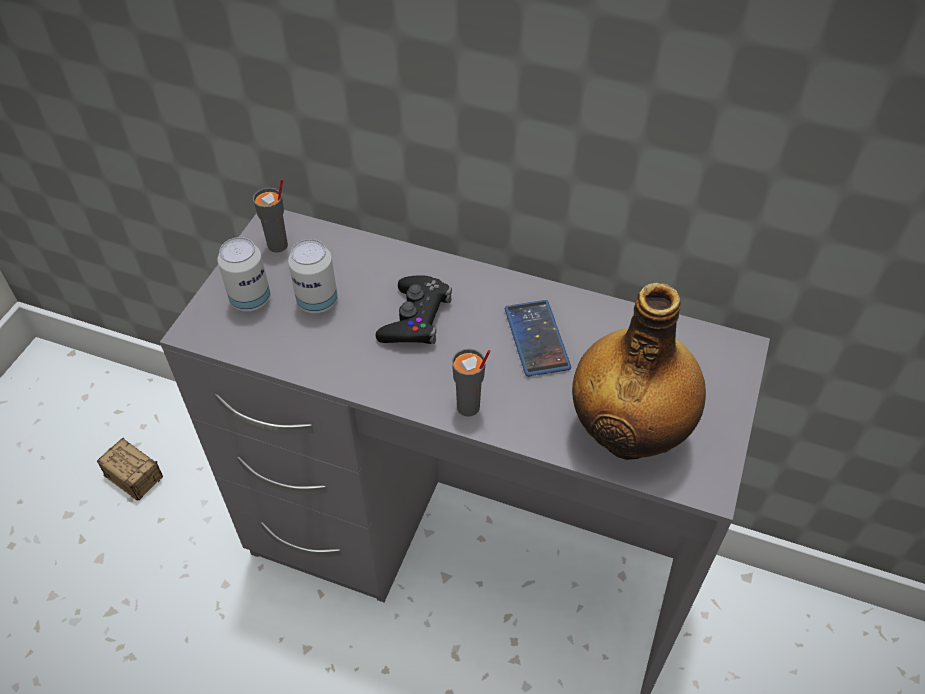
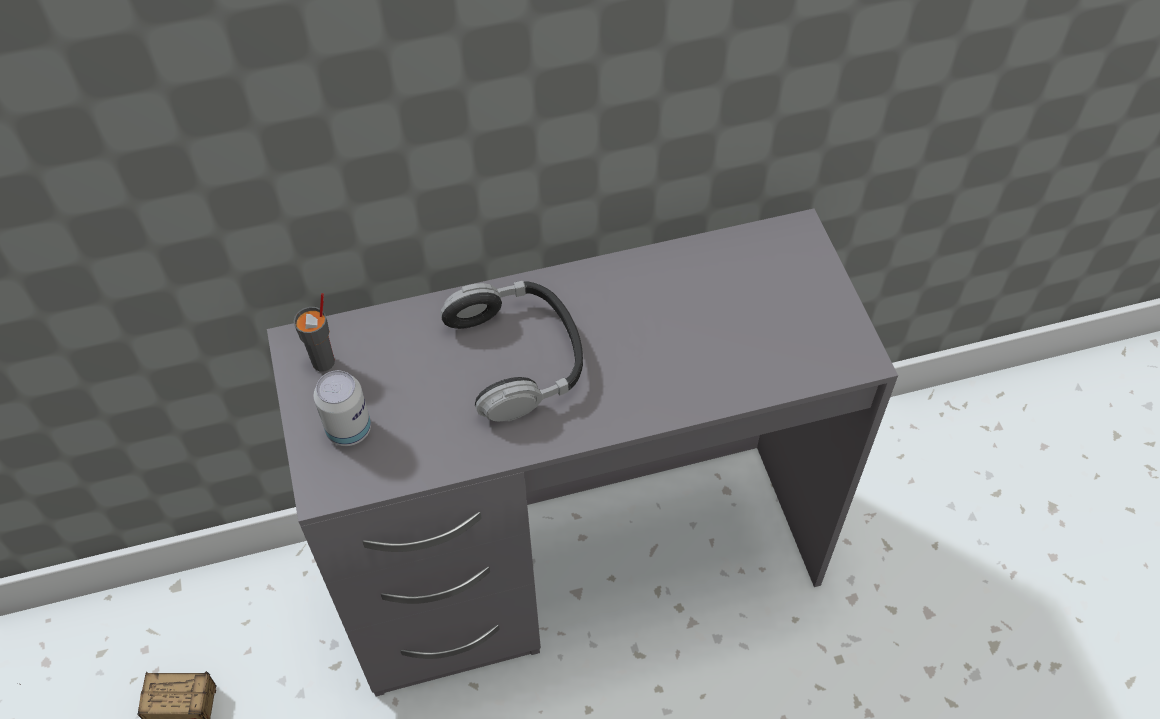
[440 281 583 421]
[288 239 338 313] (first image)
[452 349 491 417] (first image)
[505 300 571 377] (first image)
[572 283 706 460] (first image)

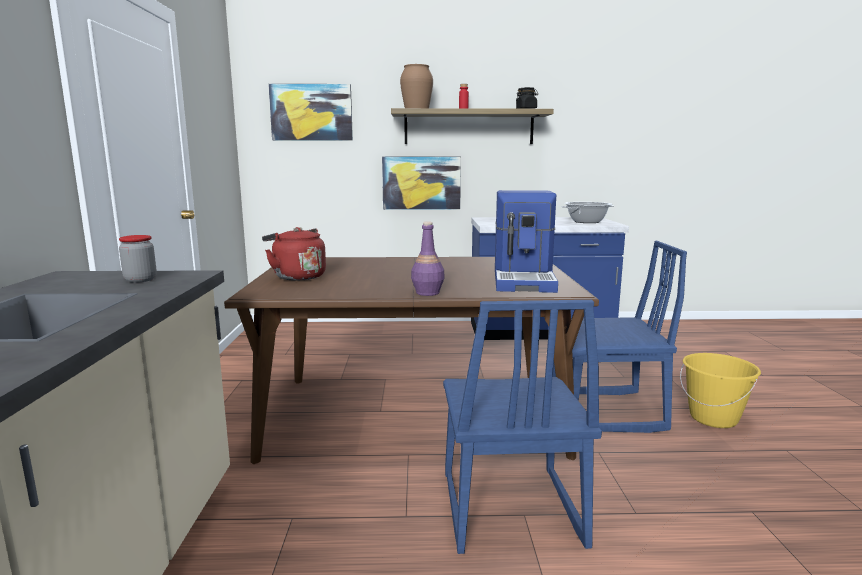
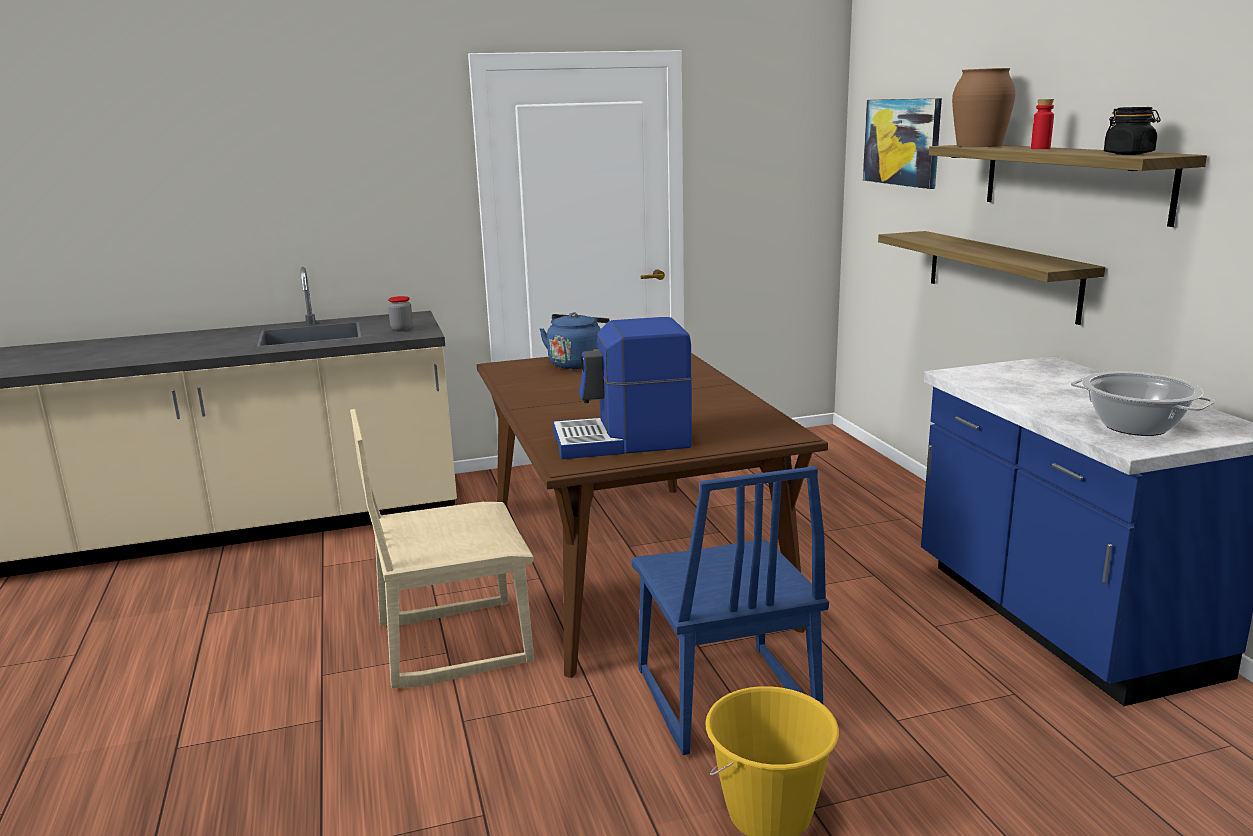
[350 409 534 688]
[539 312 609 369]
[878 231 1105 325]
[411 222 445 296] (first image)

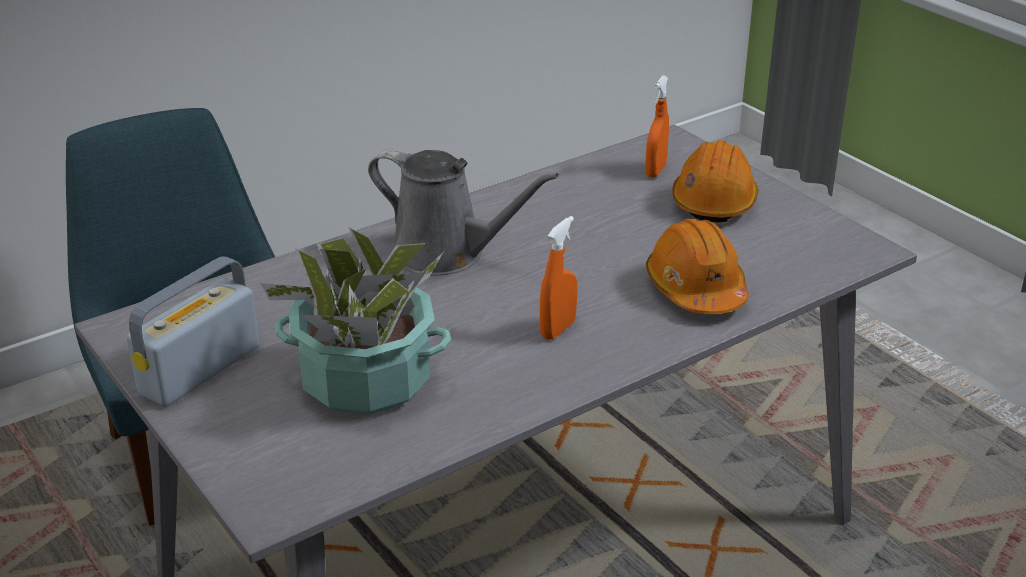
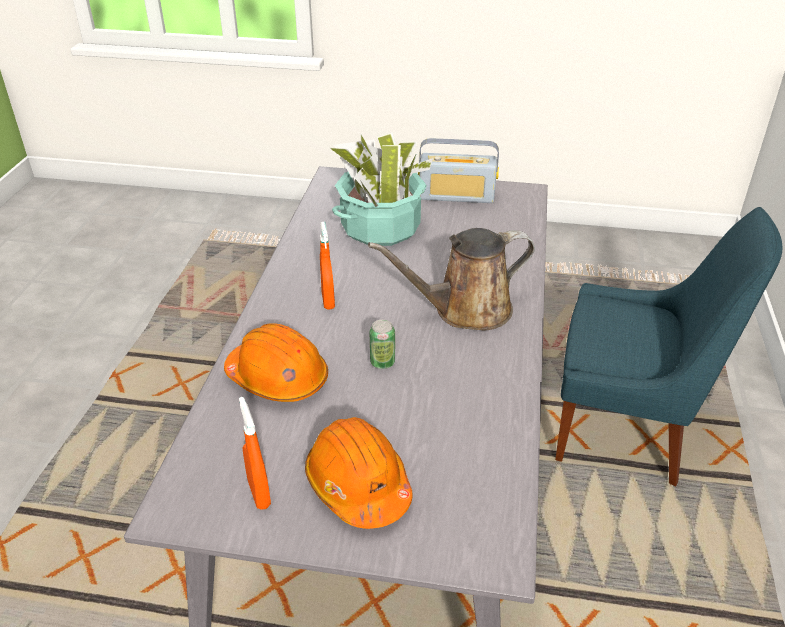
[239 397 271 510]
[368 228 535 331]
[370 320 395 369]
[418 138 499 203]

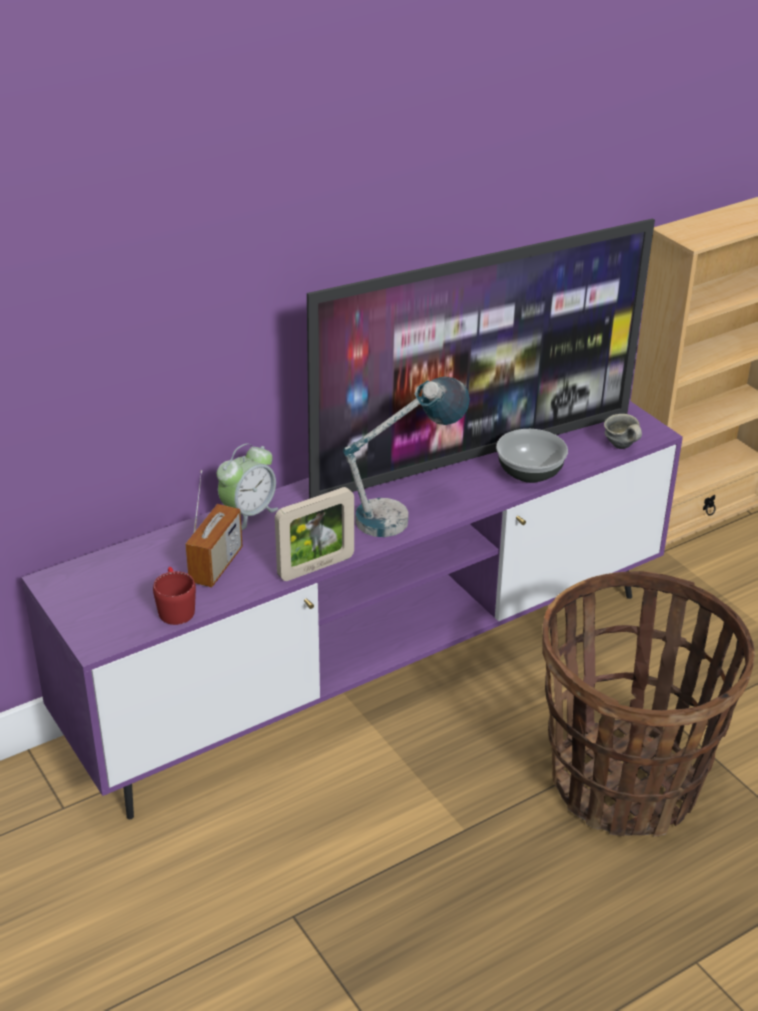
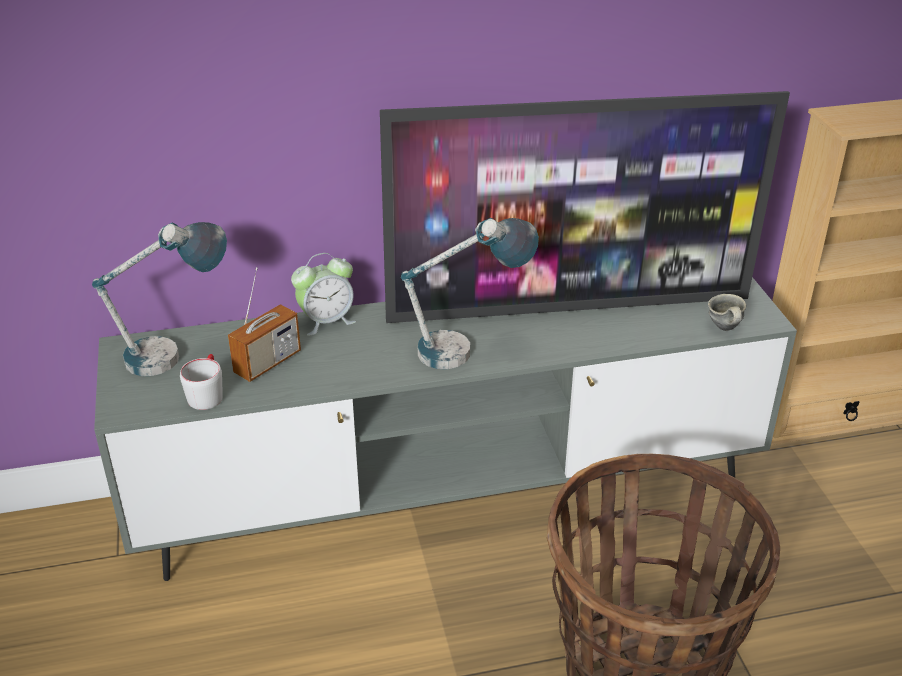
[92 222 227 376]
[94 277 797 581]
[180 354 223 410]
[275 487 354 581] (first image)
[496 429 568 483] (first image)

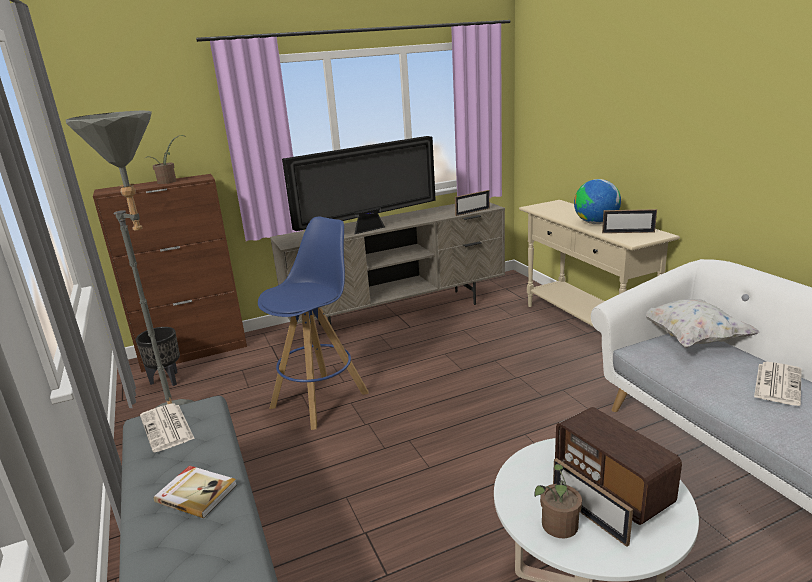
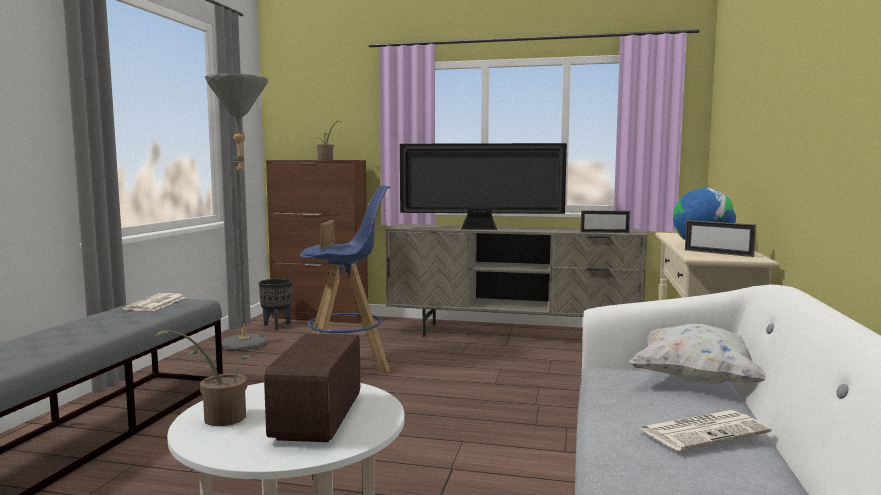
[320 220 335 250]
[154 465 237 518] (first image)

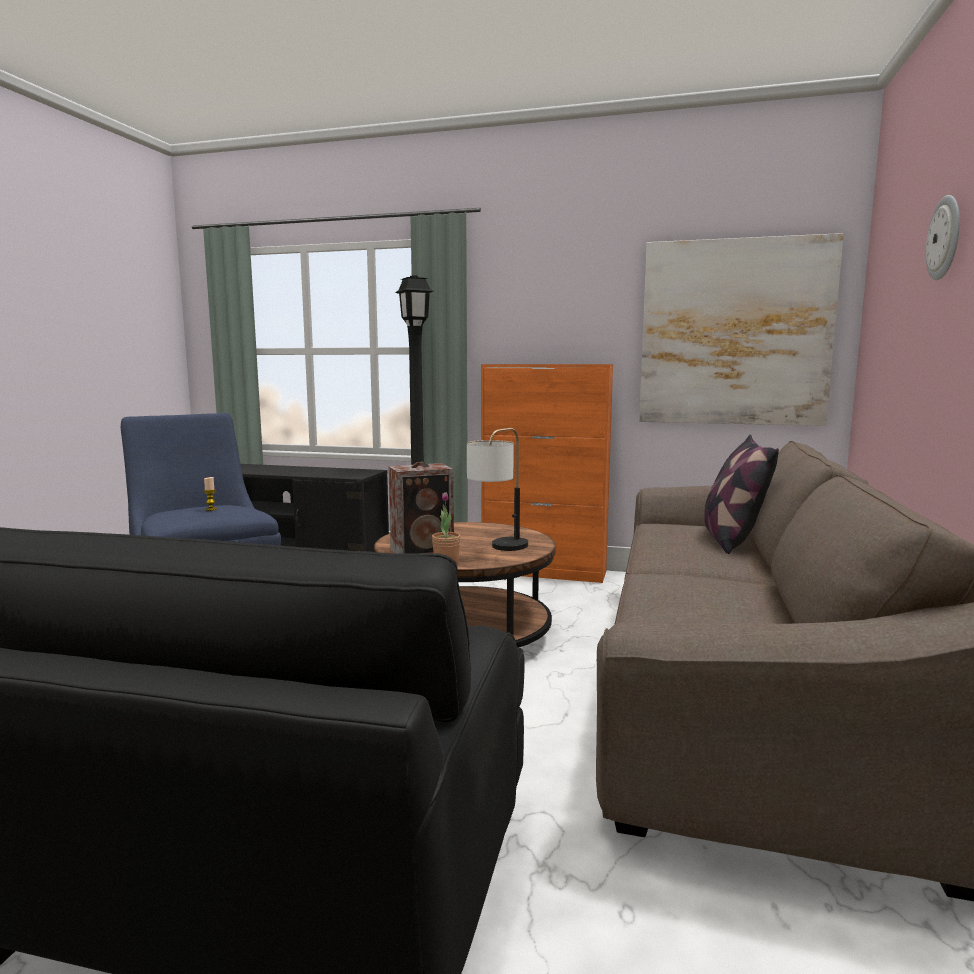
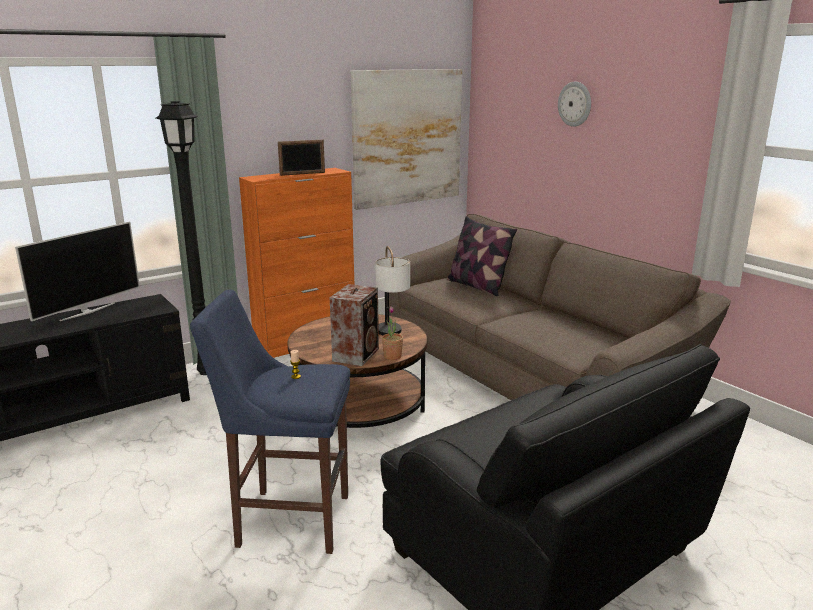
[15 221 140 321]
[278 140 325 176]

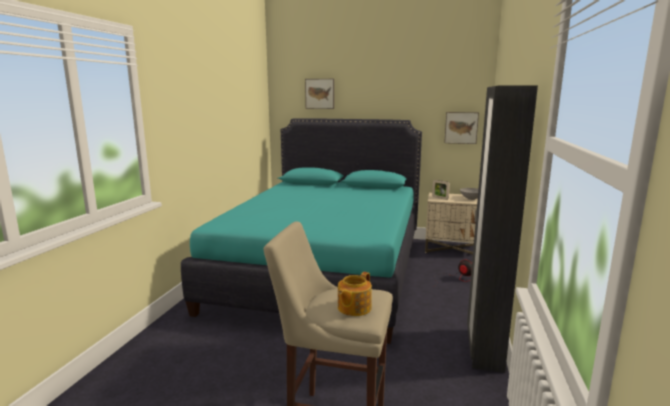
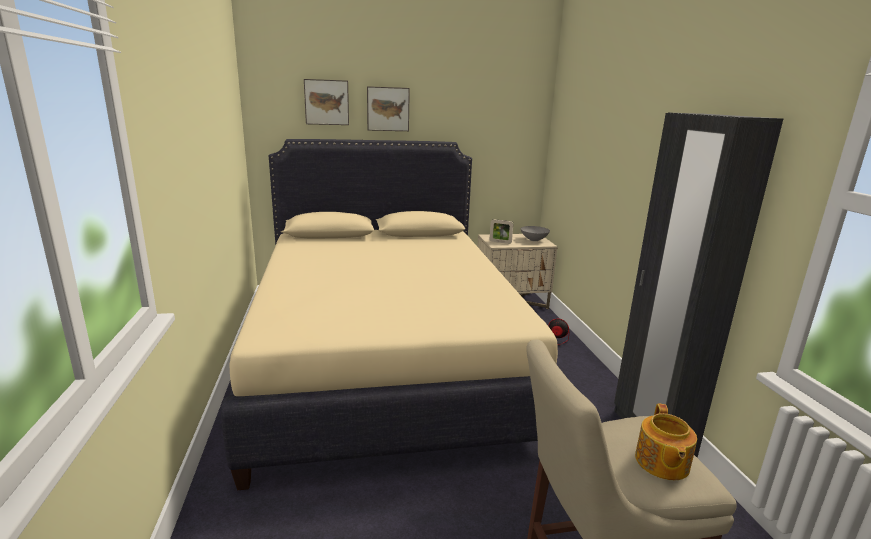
[221 139 558 491]
[367 86 410 131]

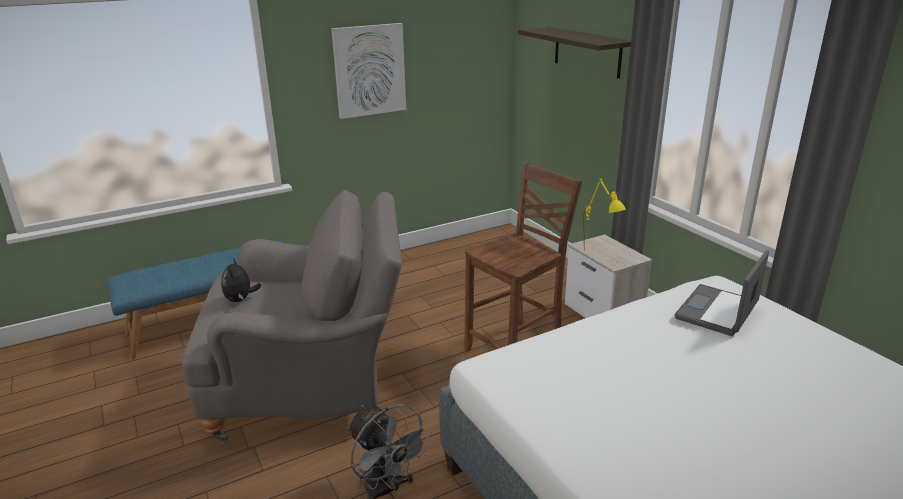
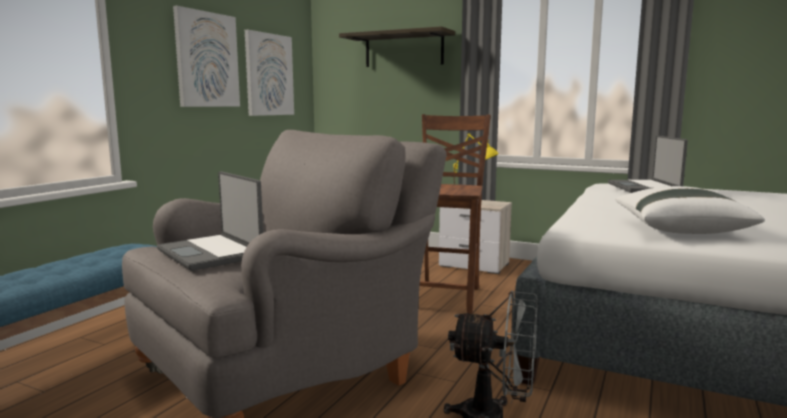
[157 171 263 271]
[245 30 294 116]
[615 186 765 234]

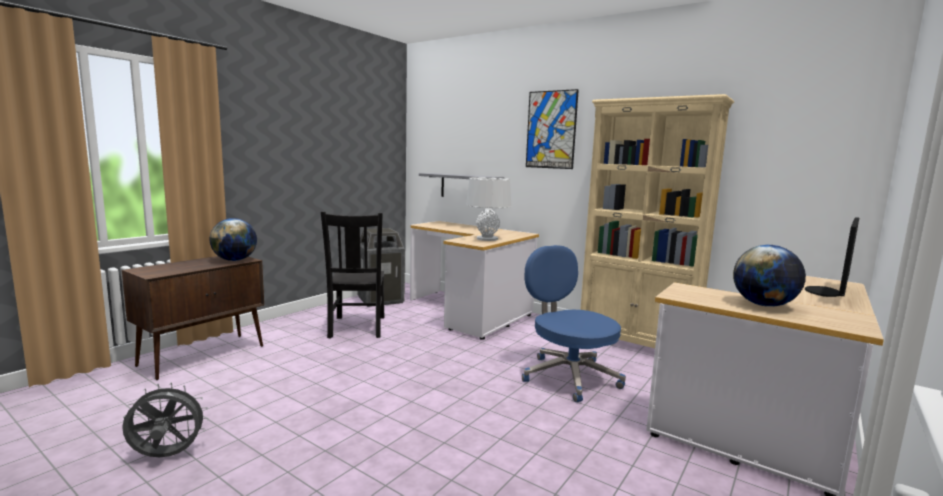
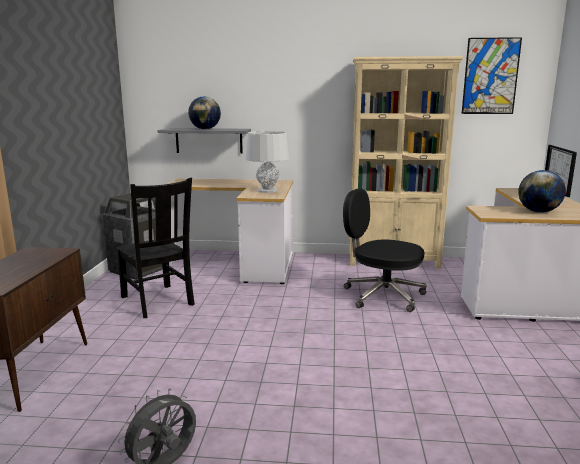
[188 97 221 129]
[343 189 426 312]
[462 37 522 114]

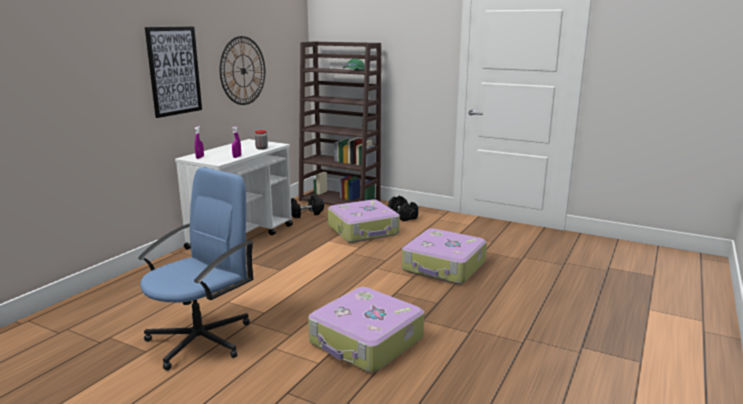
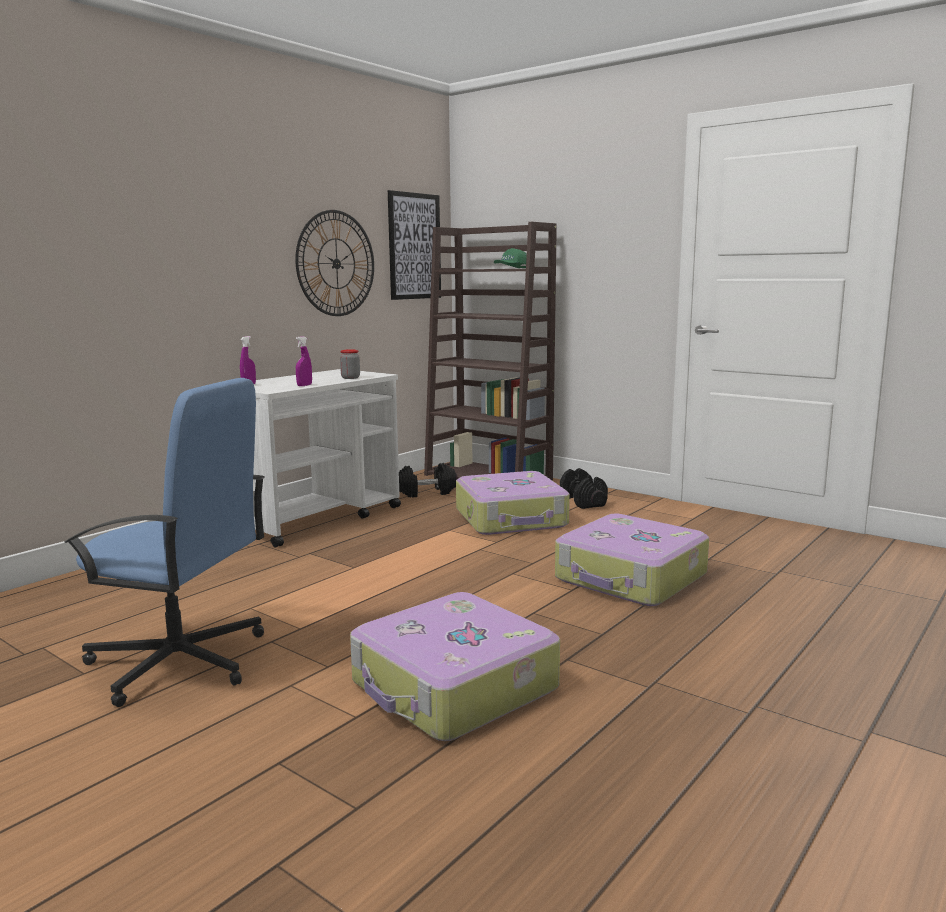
[64 378 265 707]
[388 190 441 300]

